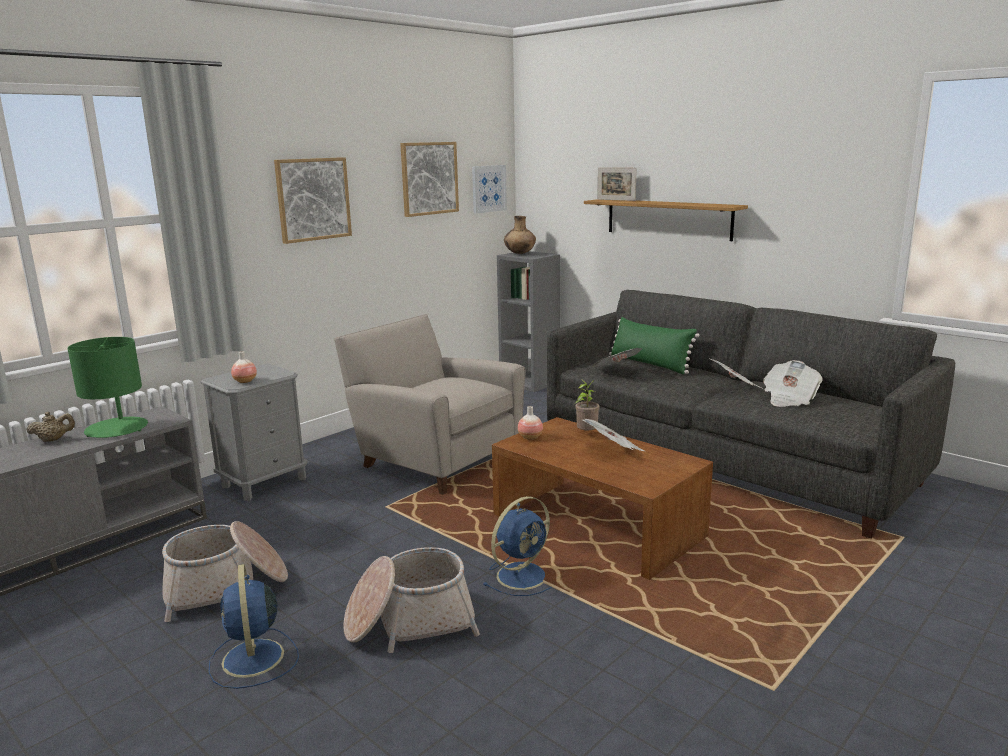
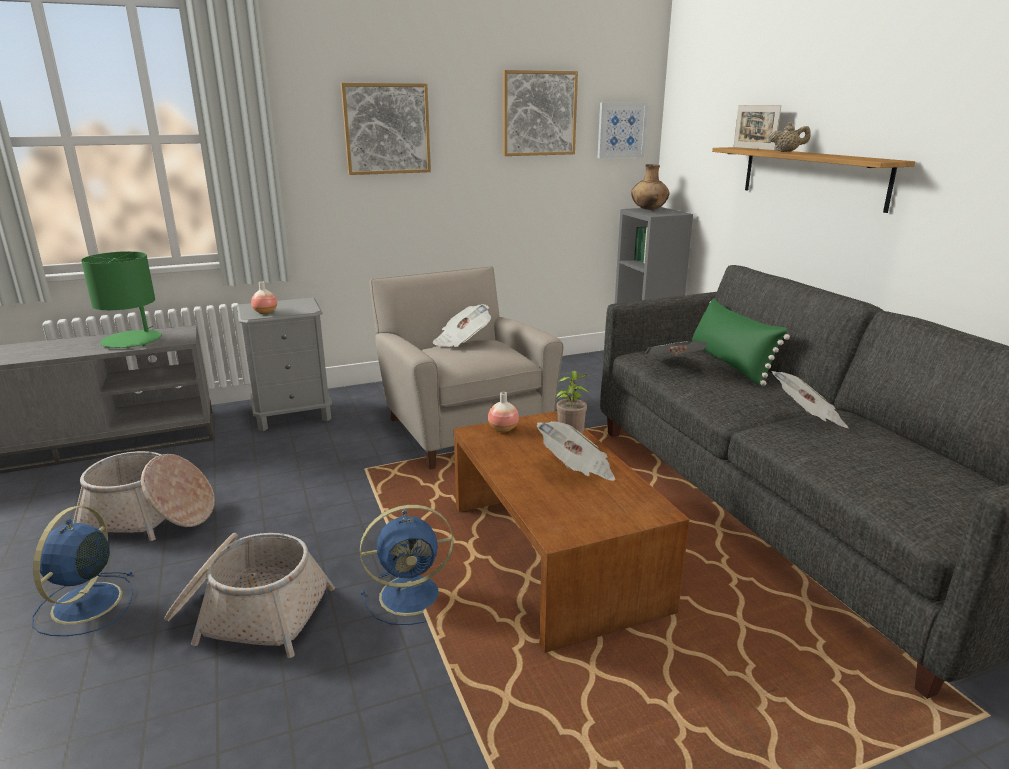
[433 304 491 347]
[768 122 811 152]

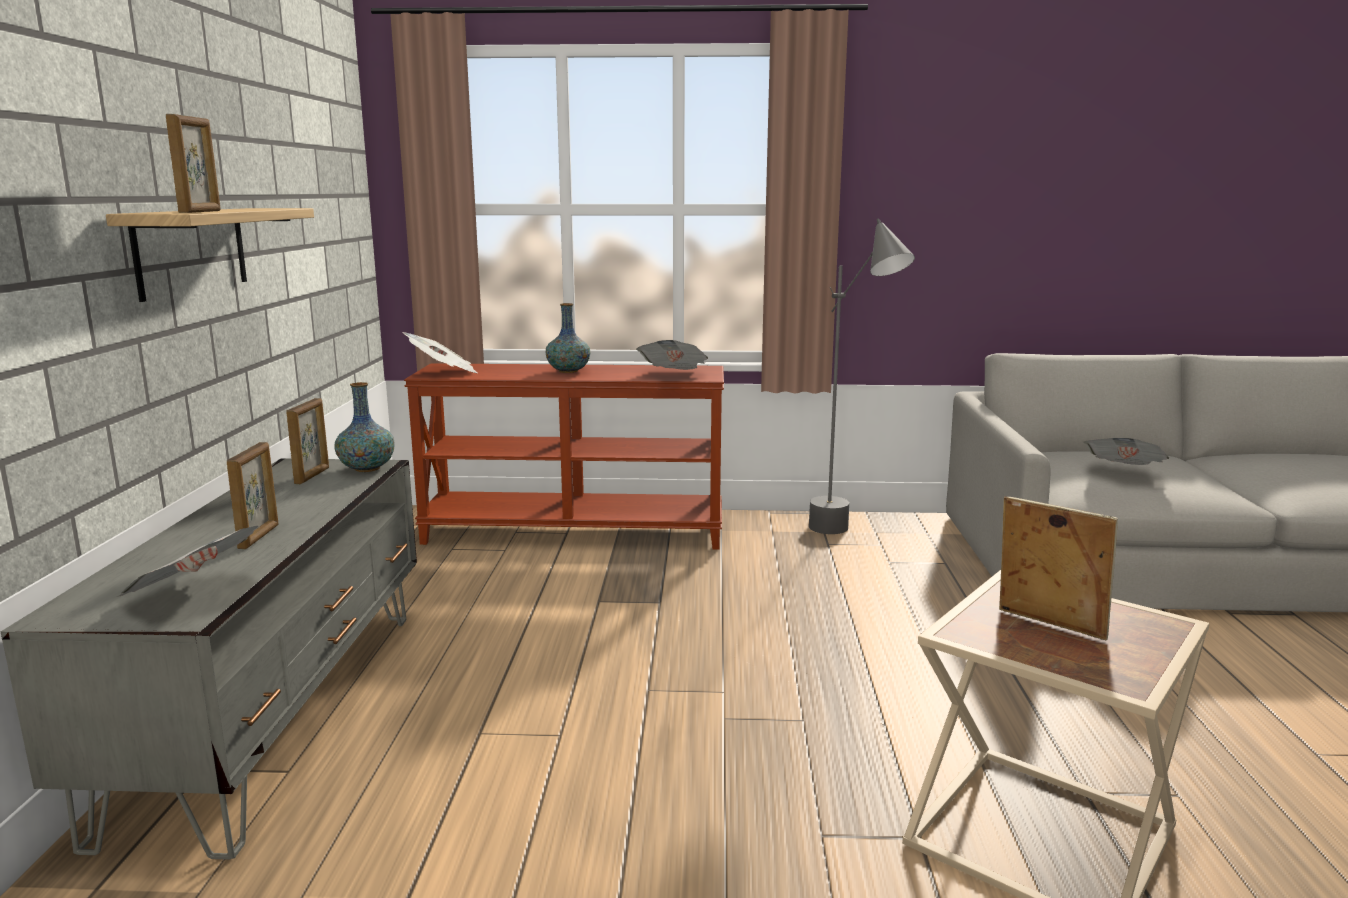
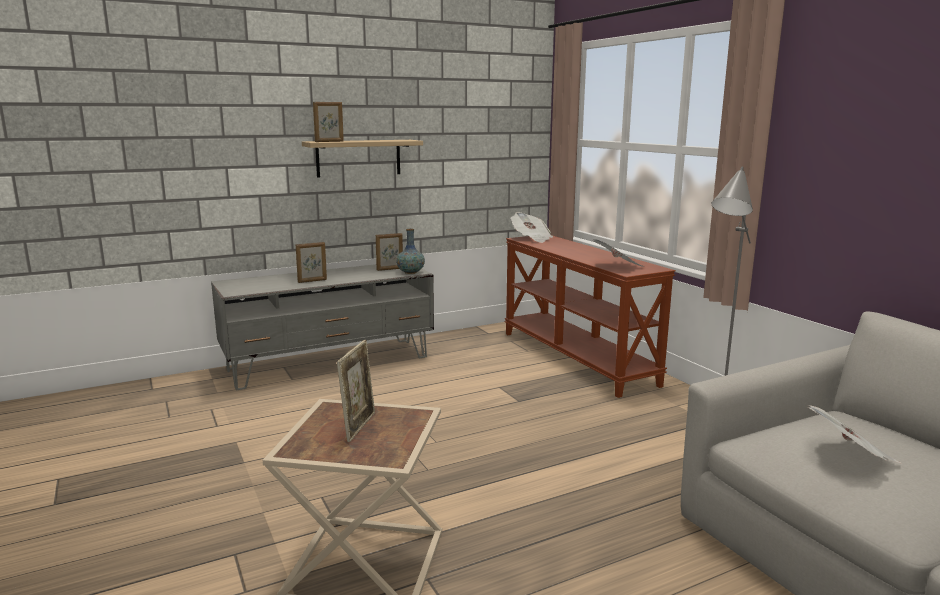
[117 526 259 597] (first image)
[546 303 590 373] (first image)

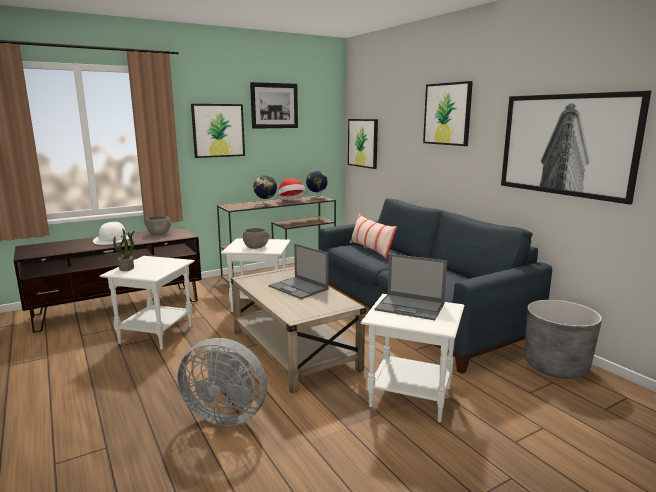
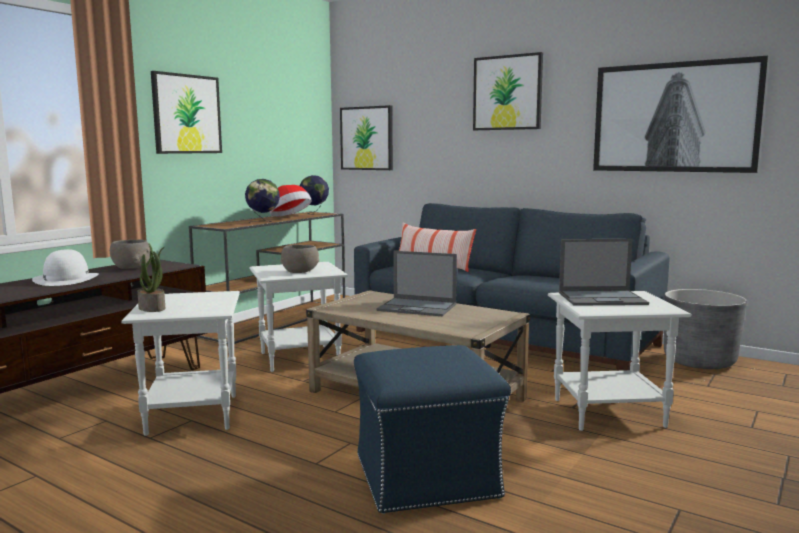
[354 345 511 514]
[250 82 298 129] (first image)

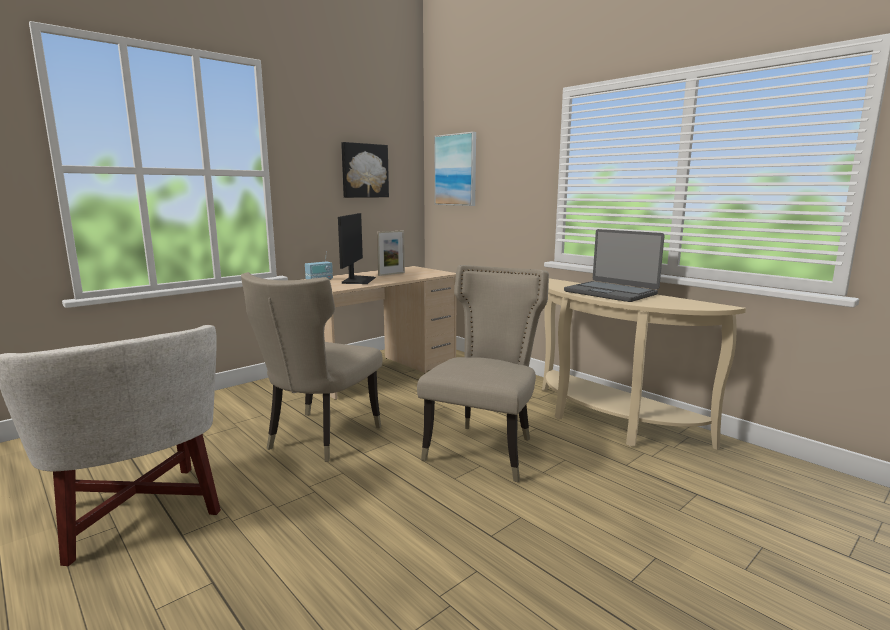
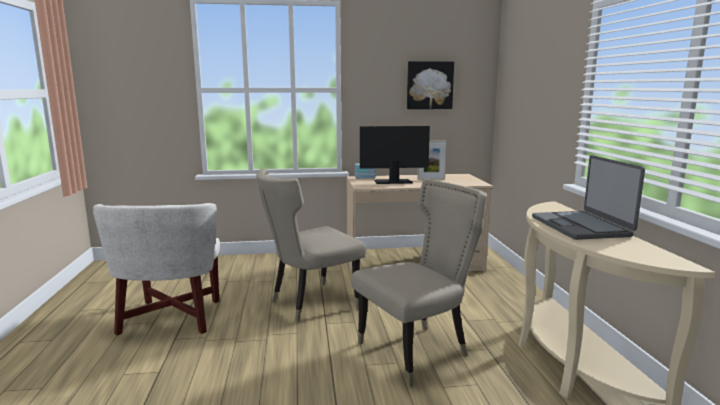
[360 126 430 184]
[434 132 476 206] (first image)

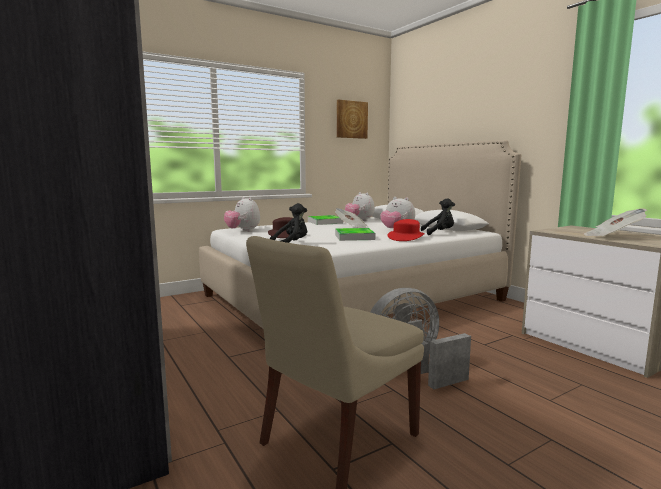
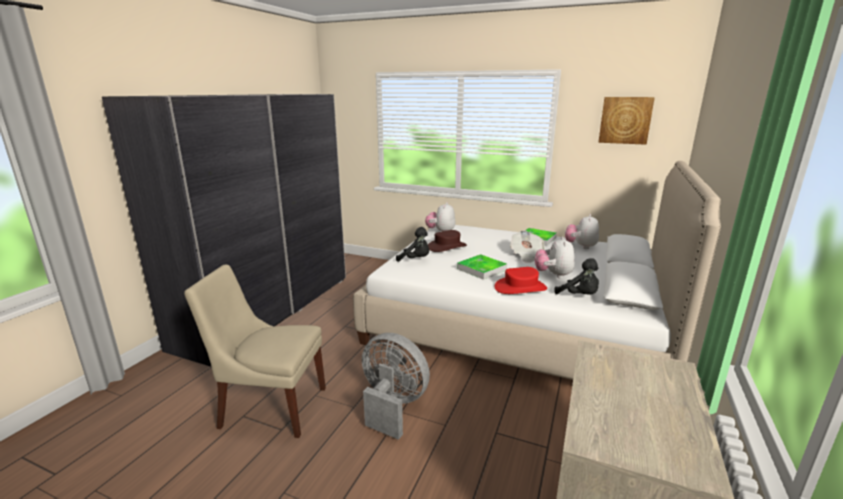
[584 208 647 236] (first image)

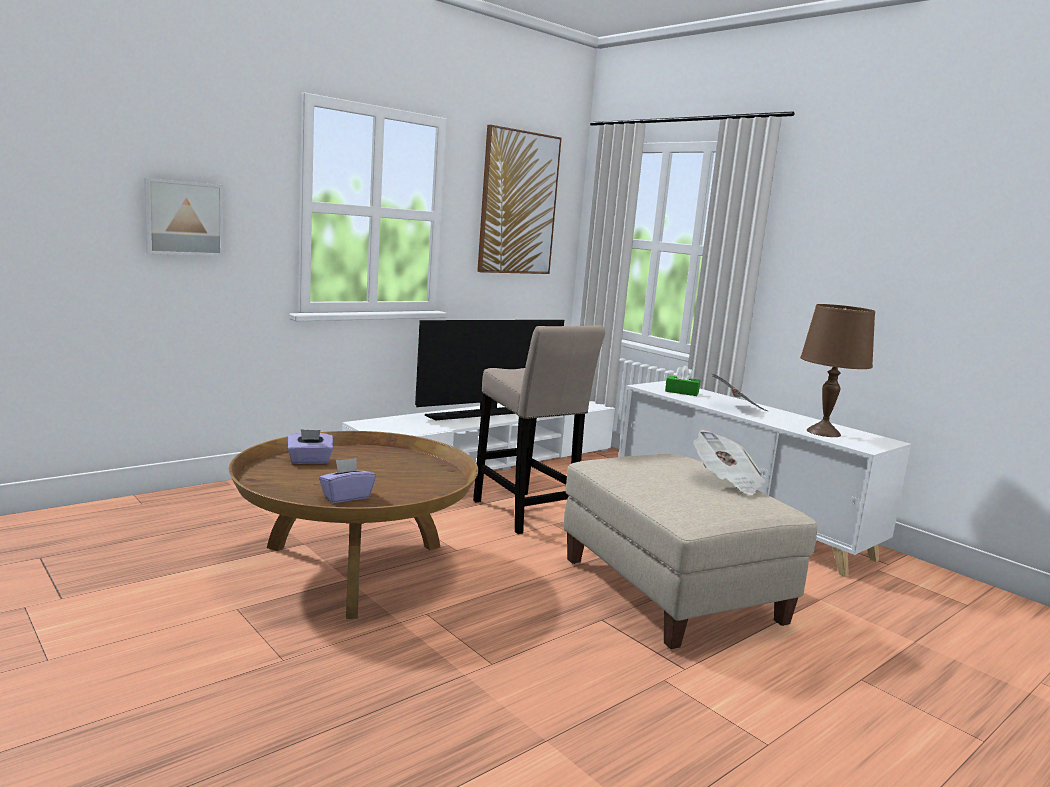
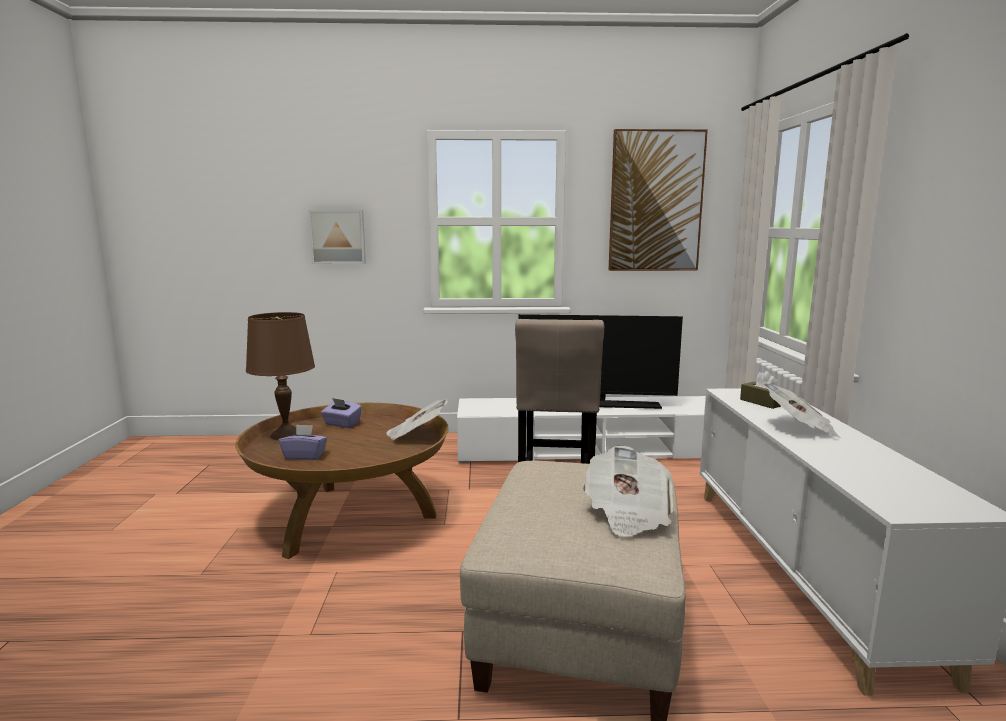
[246 312 315 440]
[386 399 448 440]
[740 371 781 409]

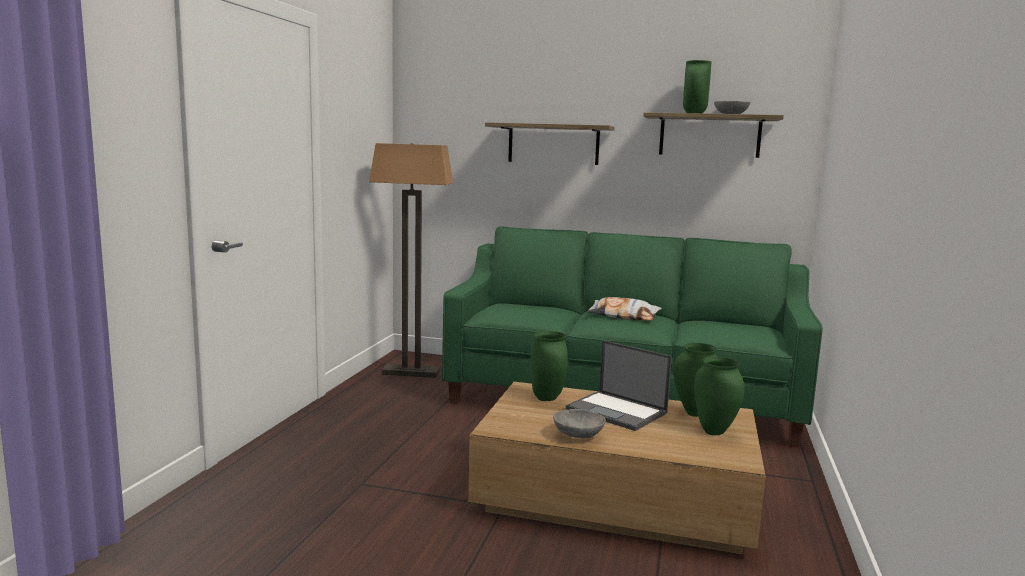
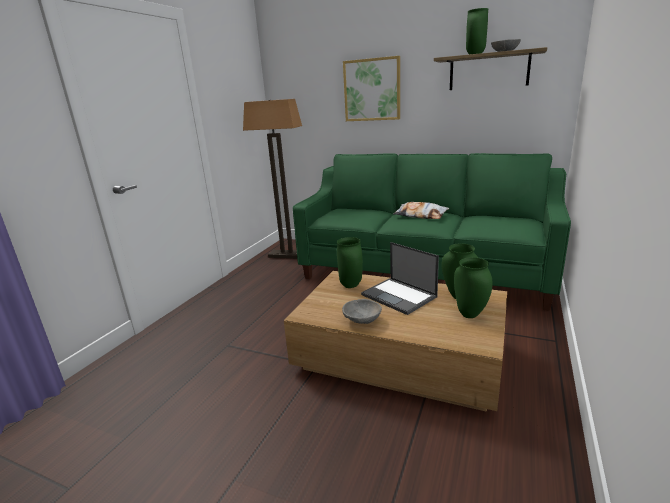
[343 56 400 121]

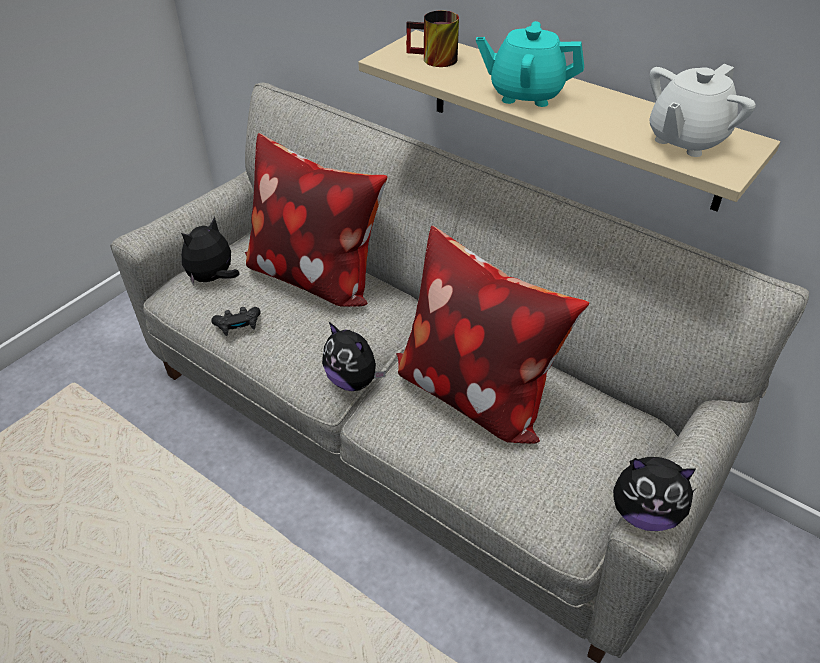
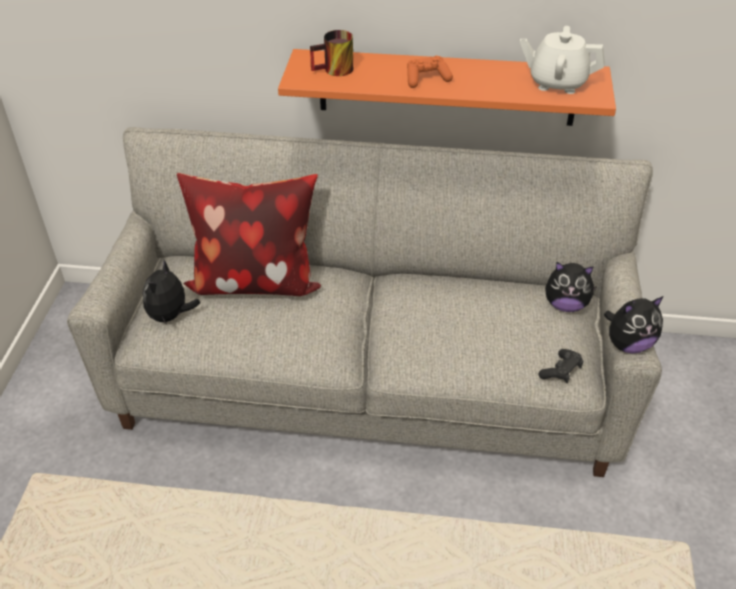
[278 49 616 126]
[407 56 453 88]
[520 26 605 94]
[539 349 583 383]
[545 262 597 312]
[396 226 589 444] (first image)

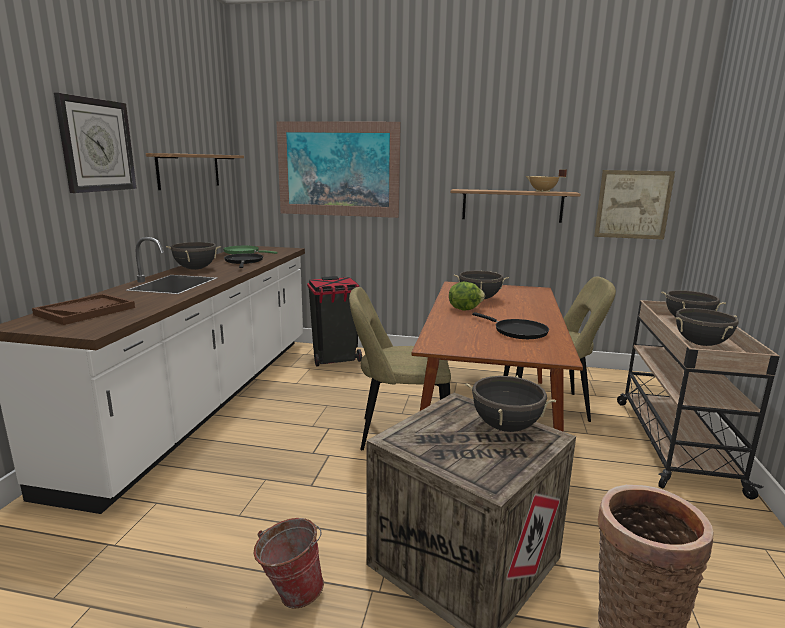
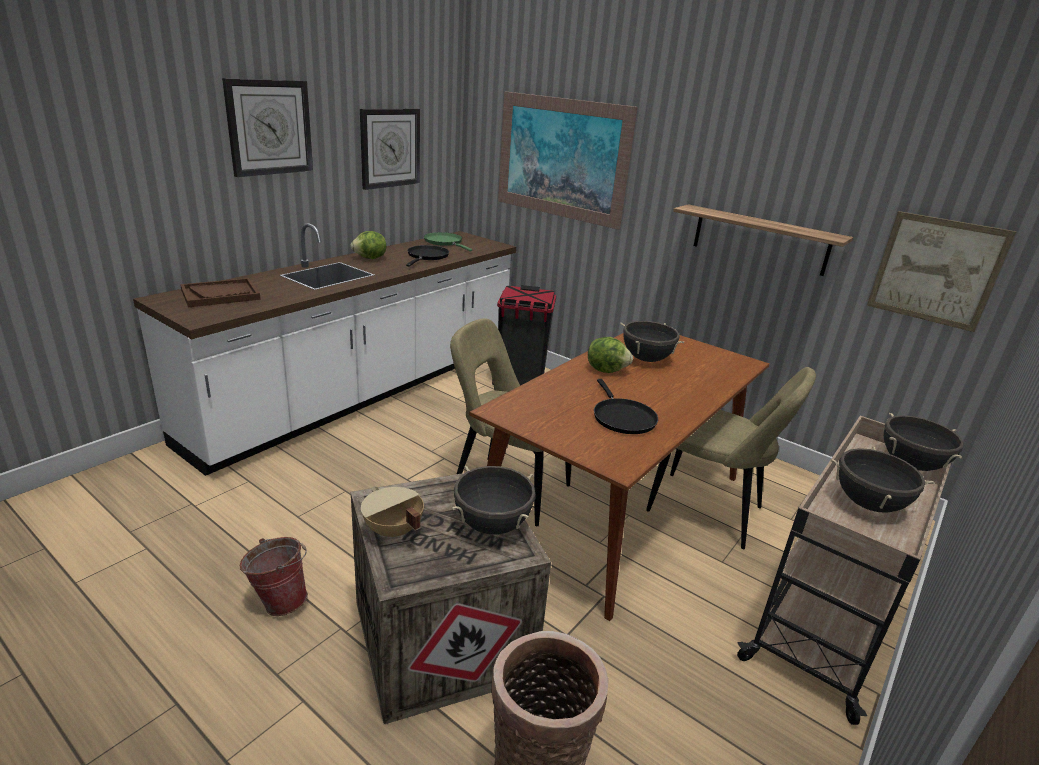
[350 231 386 259]
[360 109 420 190]
[361 486 424 538]

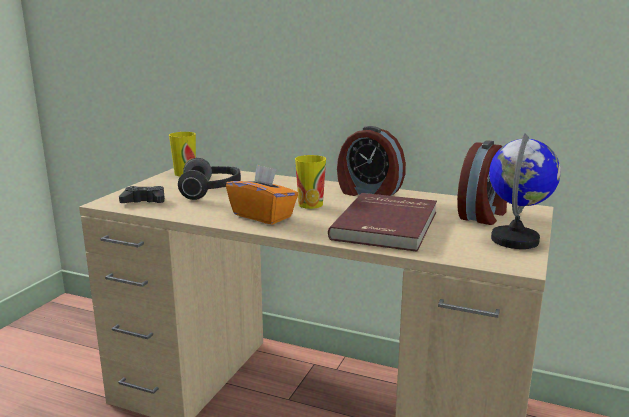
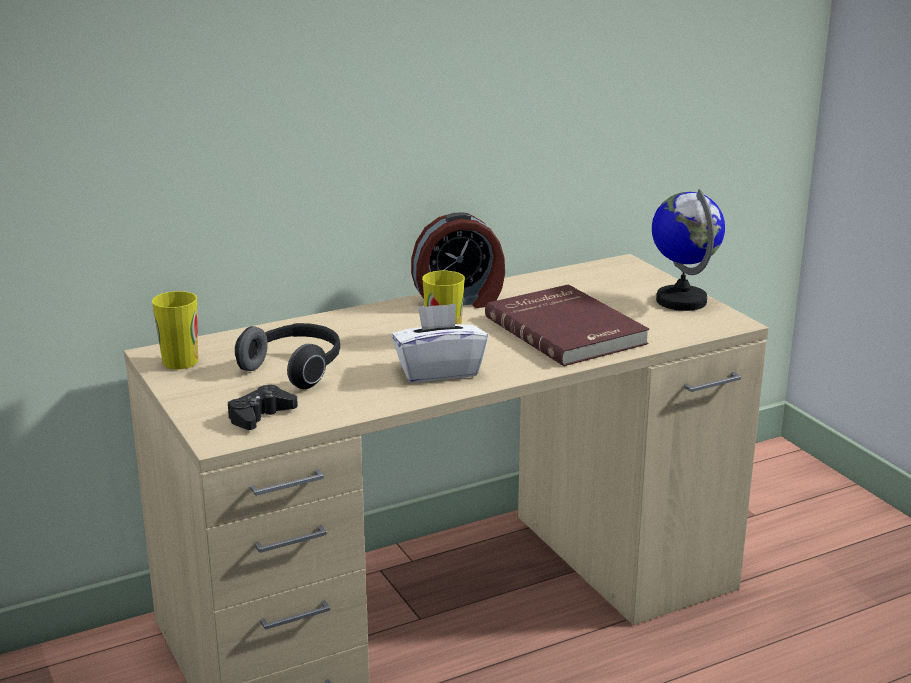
[391 303 488 382]
[457 140 507 225] (first image)

